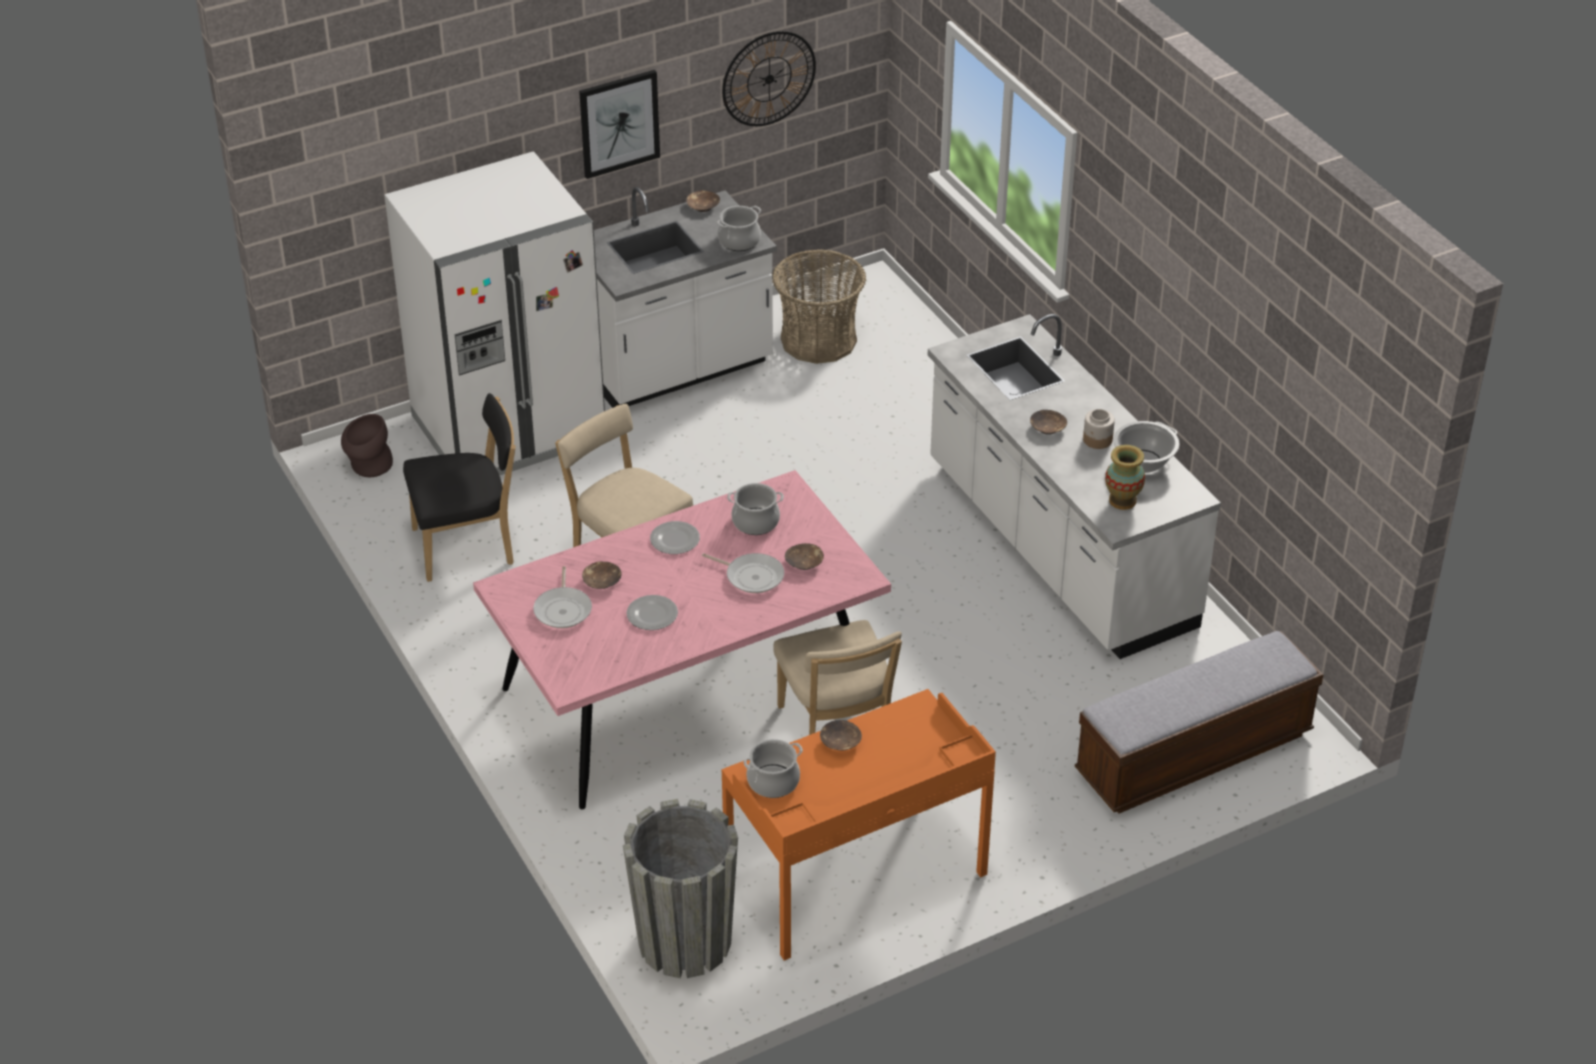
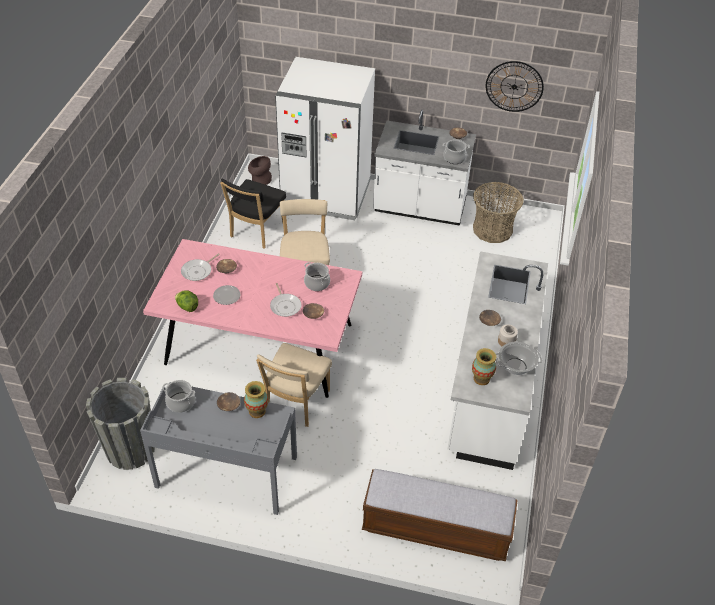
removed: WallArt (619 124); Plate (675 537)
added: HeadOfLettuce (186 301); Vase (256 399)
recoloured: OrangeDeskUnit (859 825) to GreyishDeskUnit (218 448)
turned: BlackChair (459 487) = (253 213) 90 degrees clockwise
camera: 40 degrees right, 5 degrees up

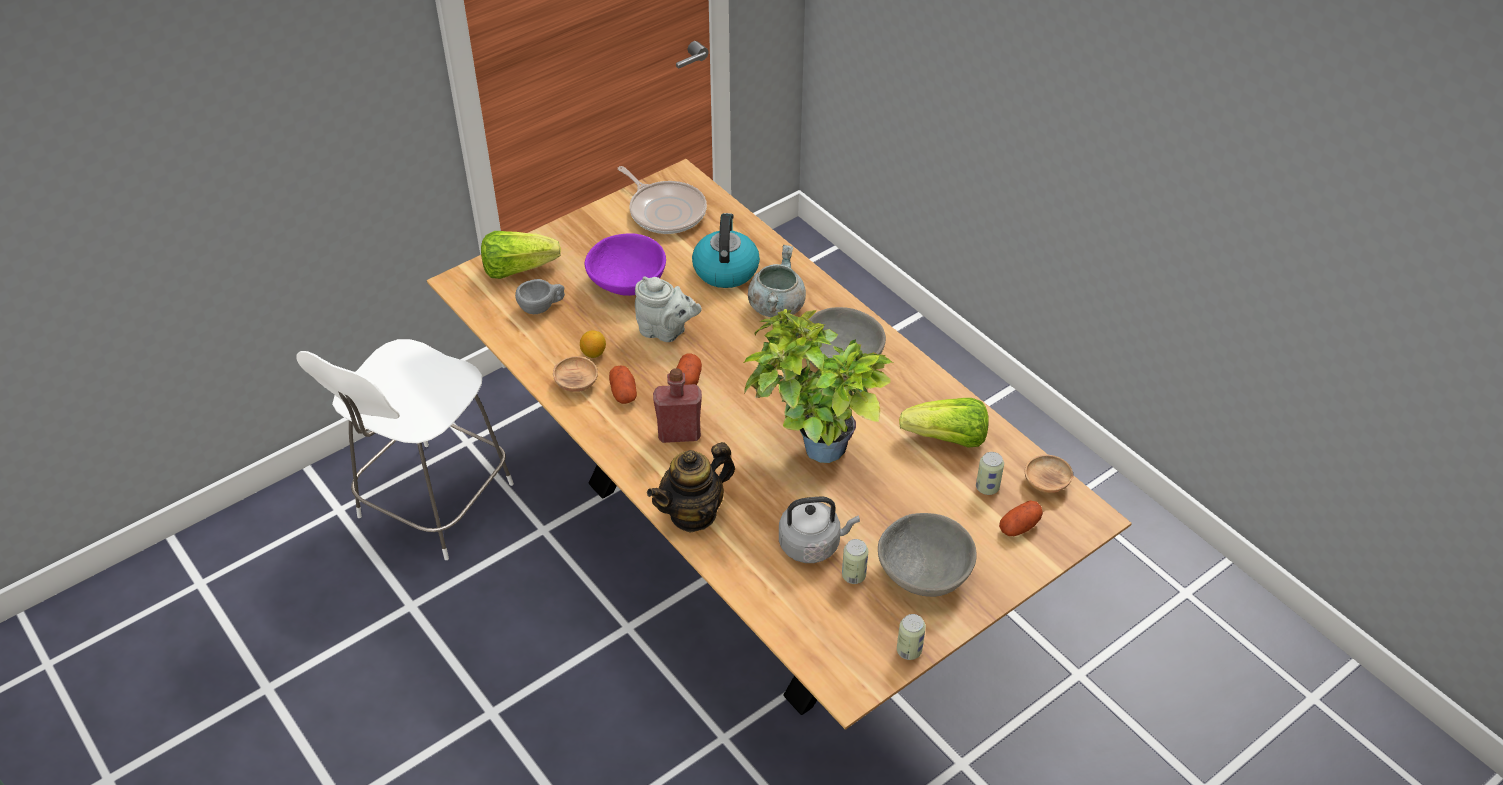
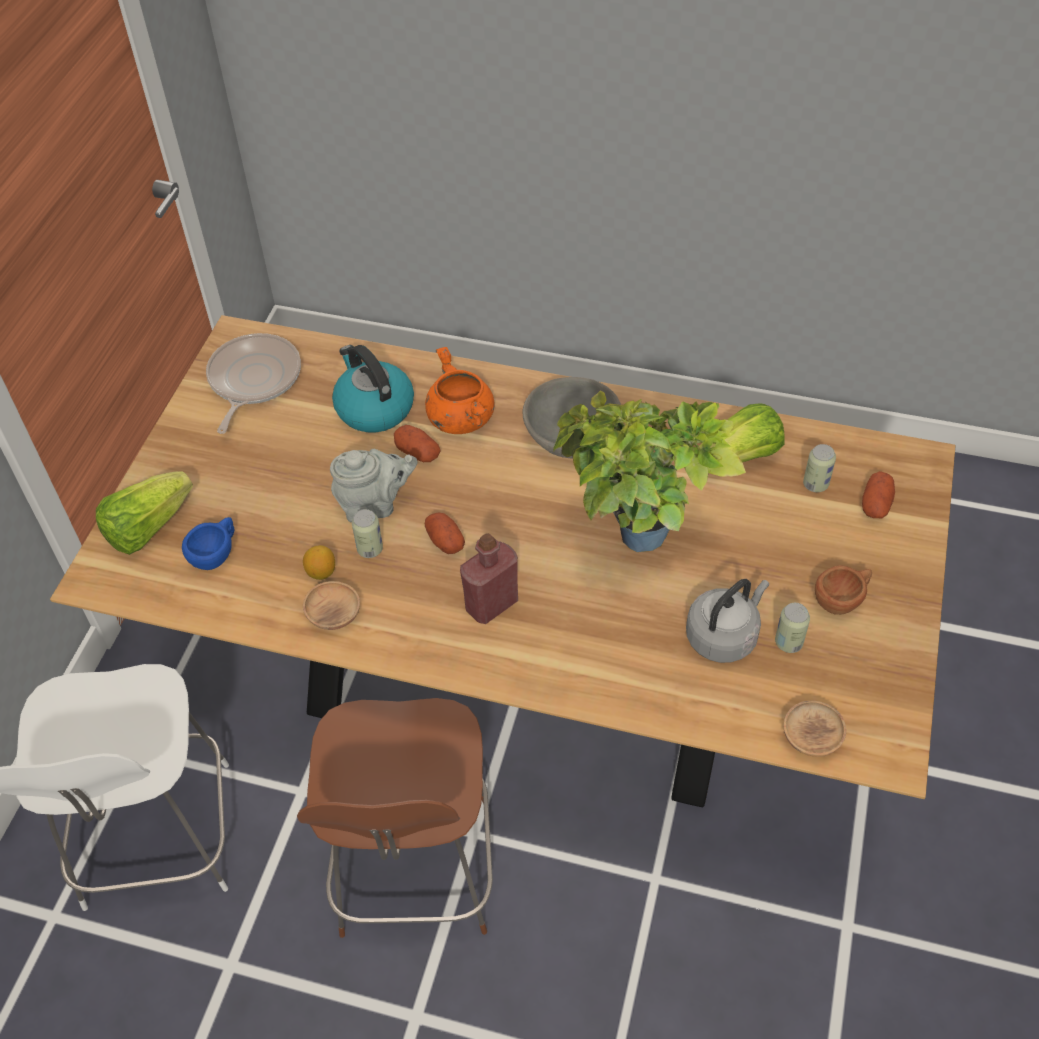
removed: PurplishDeepDish (625 264); Teapot (691 487)
added: BrownChair (395 818)
moved: Spud (623 384) to (417 443); MetalCan (911 637) to (367 533); BrownDeepDish (1049 474) to (815 729)
replaced: GreyishDeepDish (927 555) to BrownCup (843 590)
recoloured: GreyishCup (540 296) to BluishCup (208 543); GreyishSaucepot (777 281) to OrangeSaucepot (460 390)
turned: FryingPan (662 200) = (253 383) 90 degrees counterclockwise
camera: 35 degrees left, 5 degrees up

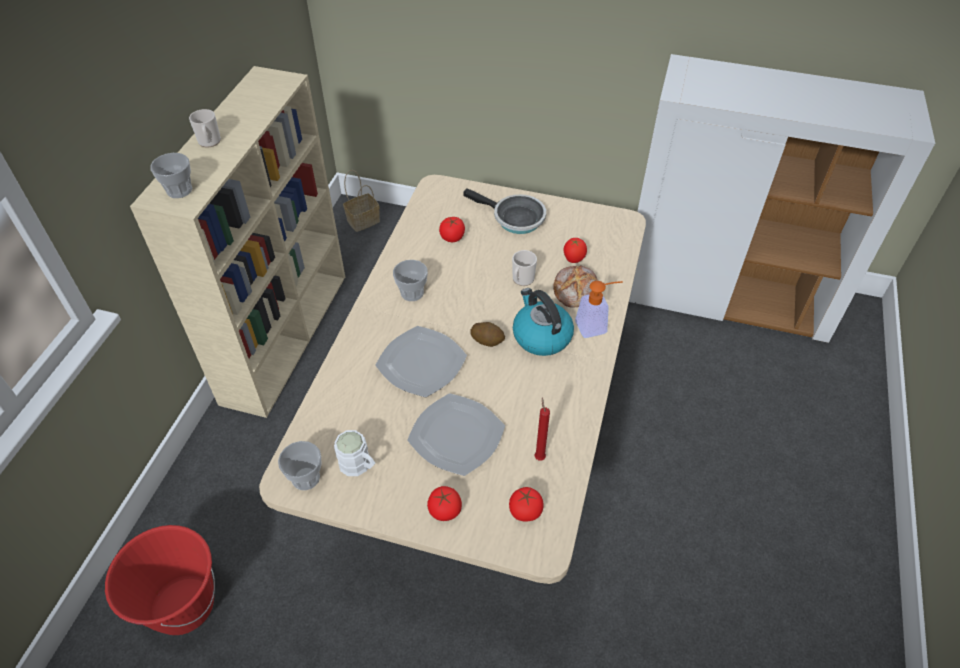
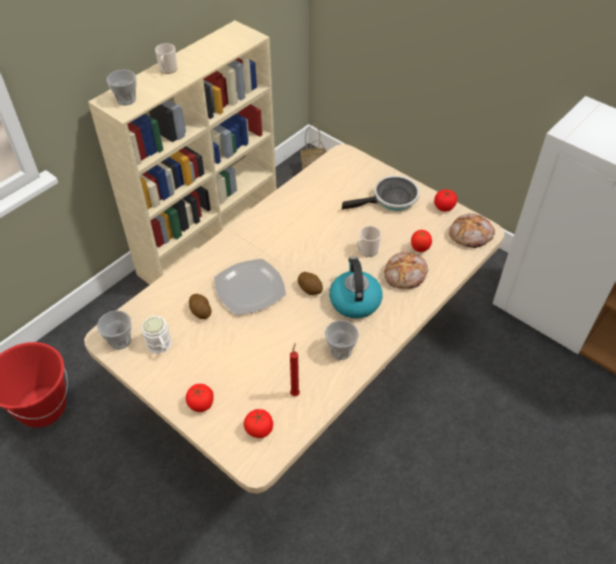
removed: Plate (456 434); LiquidSoapBottle (599 309)
added: Spud (200 306); BakedBread (472 230)
moved: Cup (410 280) to (342 340); WholeTomato (452 229) to (445 200)
turned: FryingPan (504 211) = (381 193) 75 degrees counterclockwise
camera: 25 degrees right, 0 degrees up

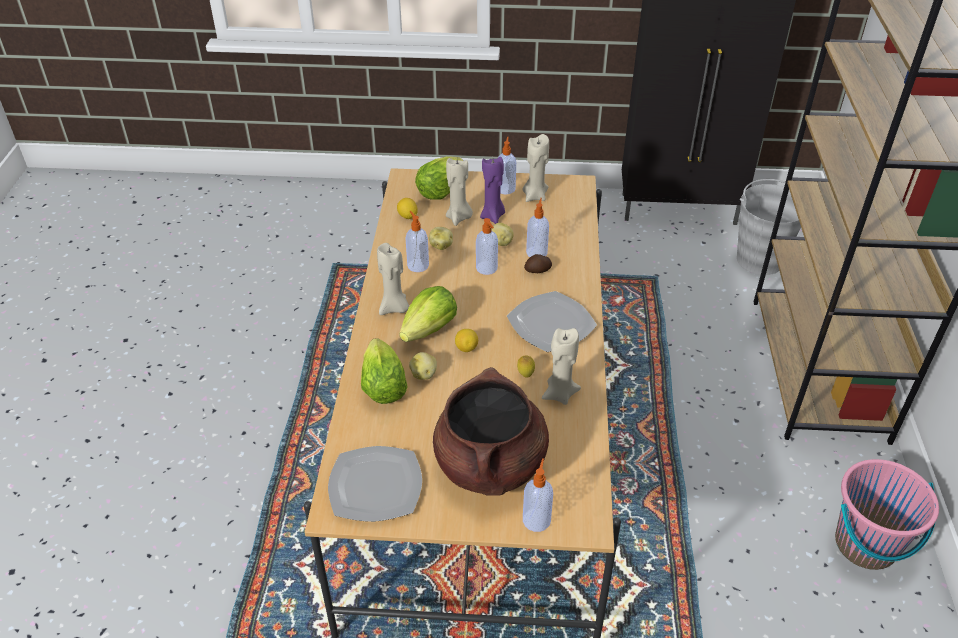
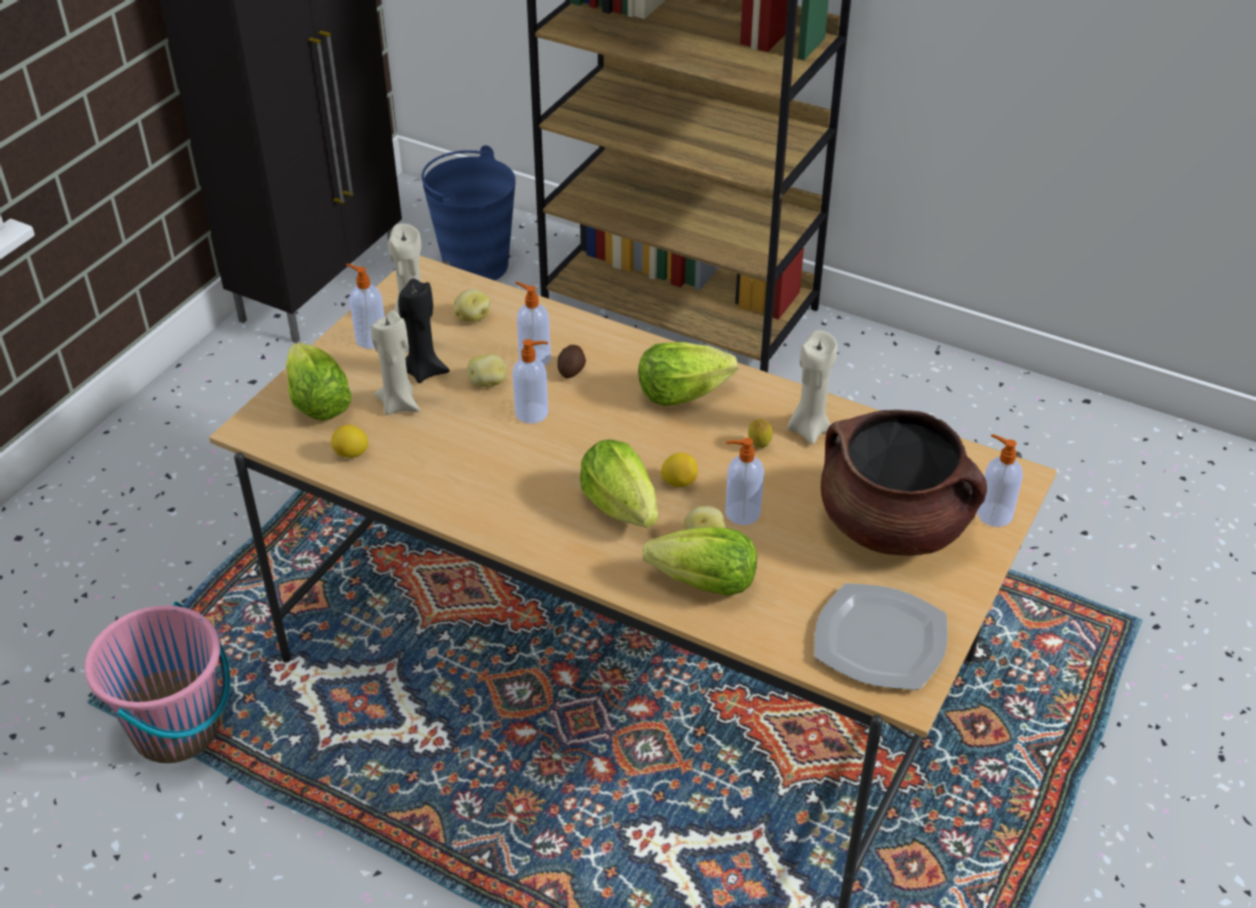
removed: BeigeColouredWaxLight (393 279)
moved: LiquidSoapBottle (417 241) to (744 481); Spud (441 238) to (472 305); PinkColouredBucket (887 514) to (158 682)
replaced: Plate (552 321) to HeadOfLettuce (688 374)
recoloured: PurplishWaxLight (492 190) to BlackWaxLight (424 330); GreyishBucket (769 227) to BluishBucket (468 212)
camera: 65 degrees left, 0 degrees up

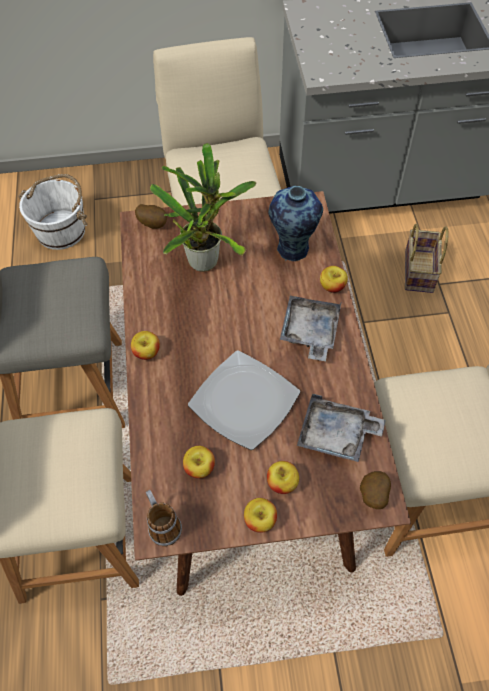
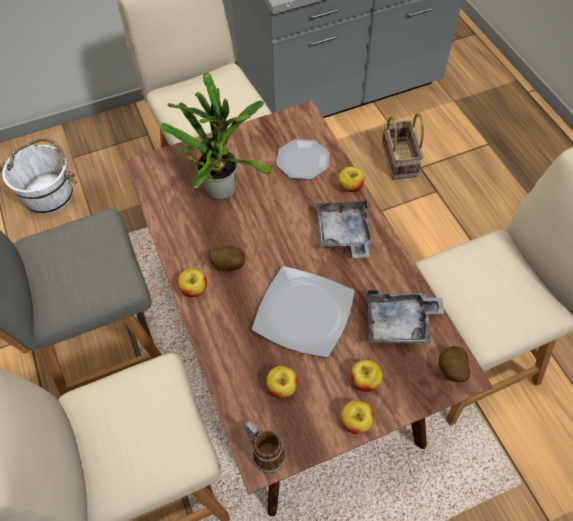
moved: Spud (151 216) to (227 258)
replaced: Vase (295 223) to Plate (303 159)
camera: 15 degrees left, 0 degrees up

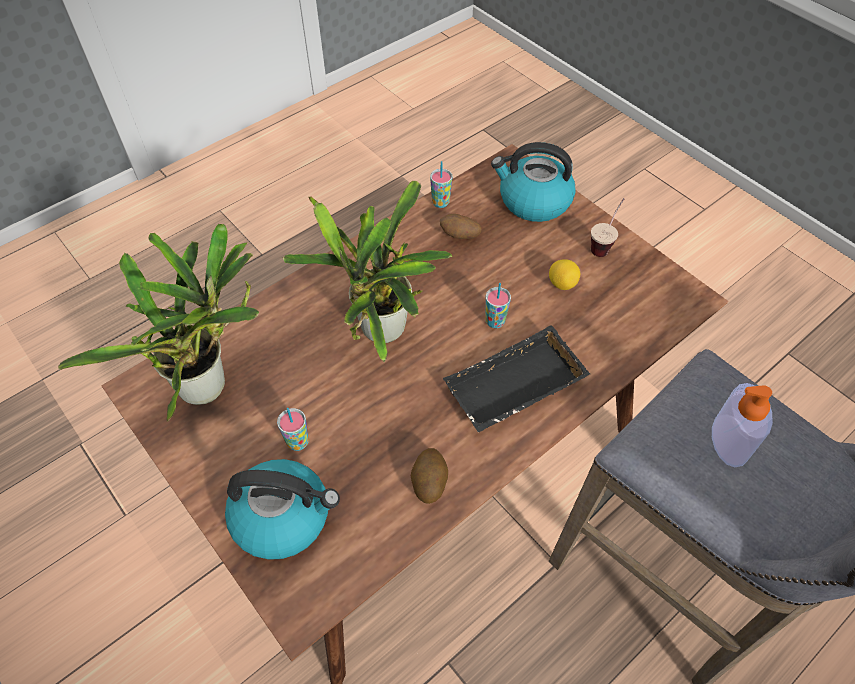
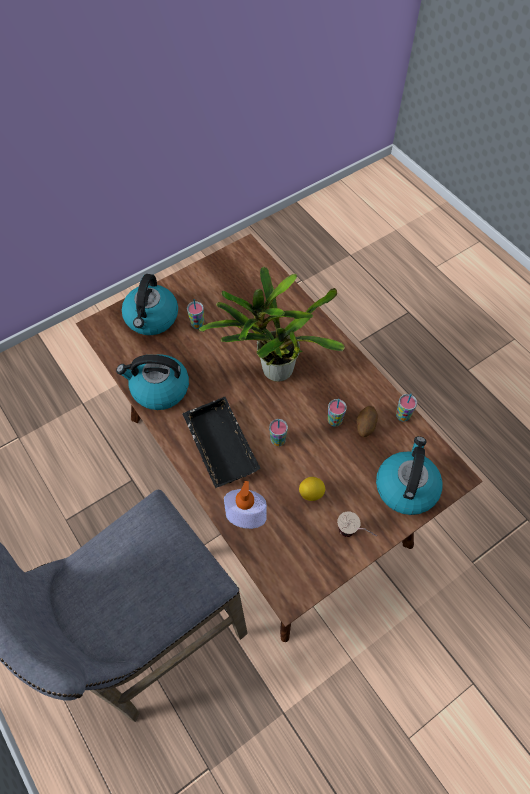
removed: PlantInAPot (158 323)
added: Cup (337 413)
moved: LiquidSoapBottle (742 425) to (245 505)
replaced: Spud (429 476) to TeaKettle (152 382)
camera: 95 degrees right, 5 degrees up

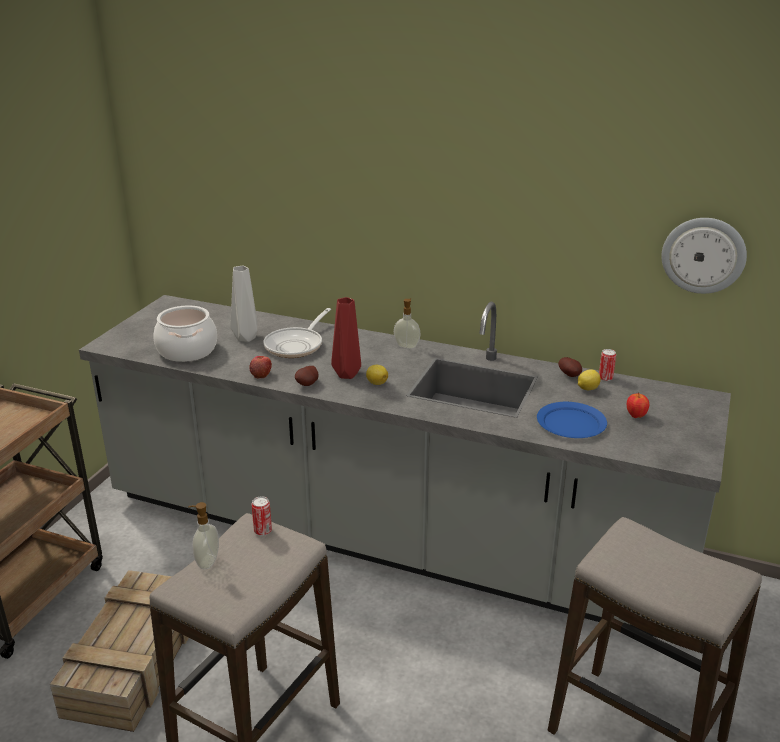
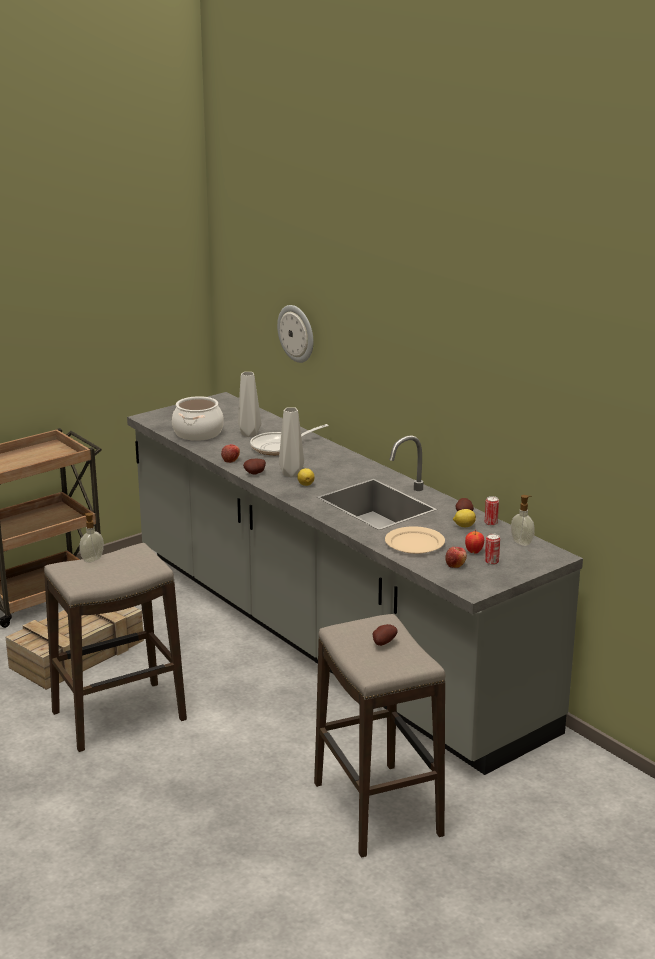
added: Spud (385 635); WholeApple (456 557)
moved: MetalCan (261 516) to (492 549); LiquidSoapBottle (407 323) to (522 520); HangingClock (704 256) to (295 334)
recoloured: RedColouredVase (346 338) to GreyishVase (291 442); BluishPlate (572 420) to BeigeColouredPlate (415 540)
camera: 30 degrees right, 5 degrees down

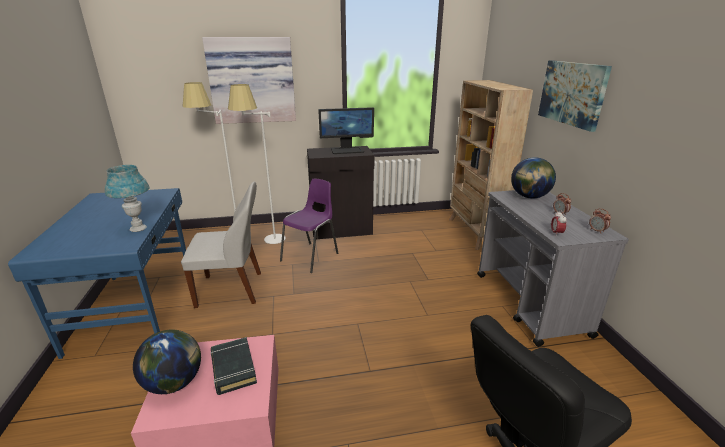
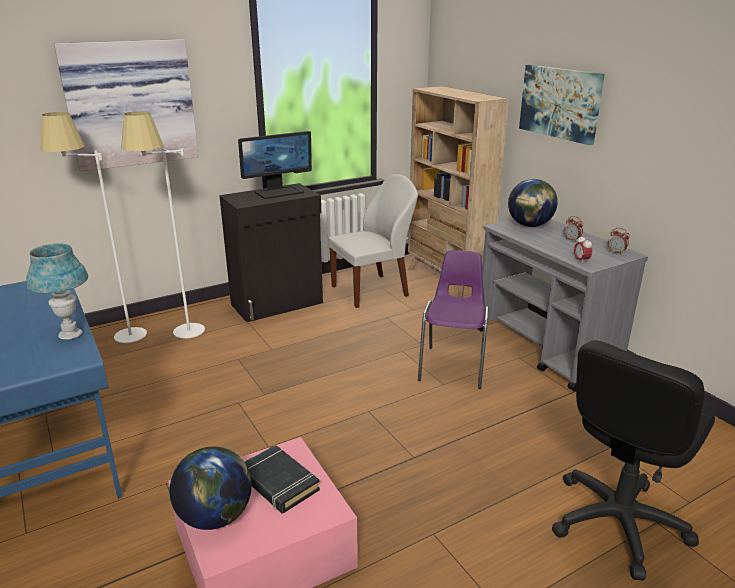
moved: WhiteColouredChair (221 244) to (373 241); PurplishChair (309 226) to (453 319)
camera: 20 degrees left, 0 degrees up

